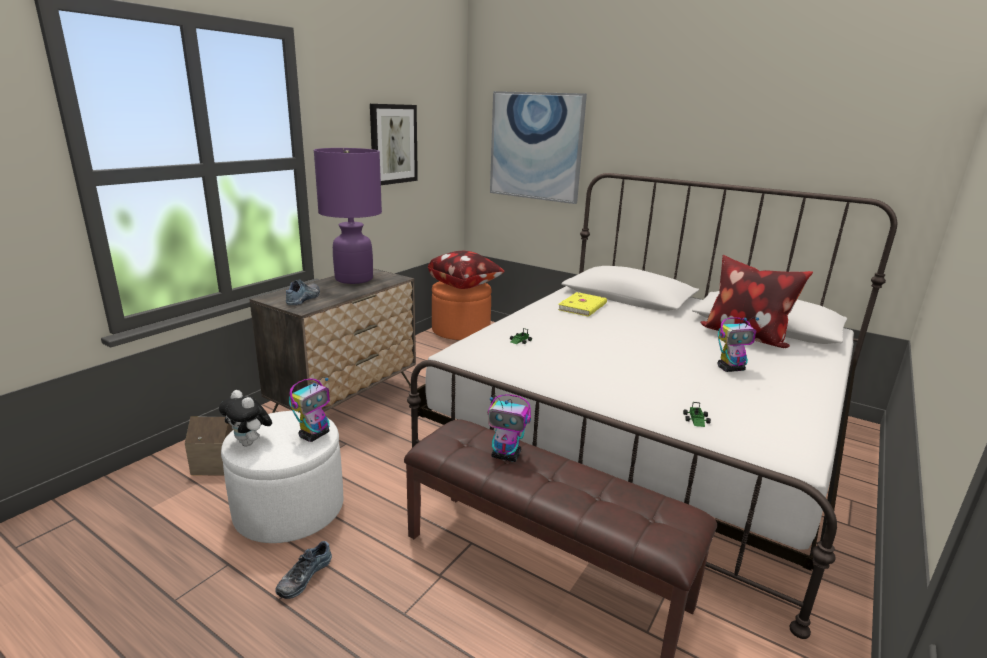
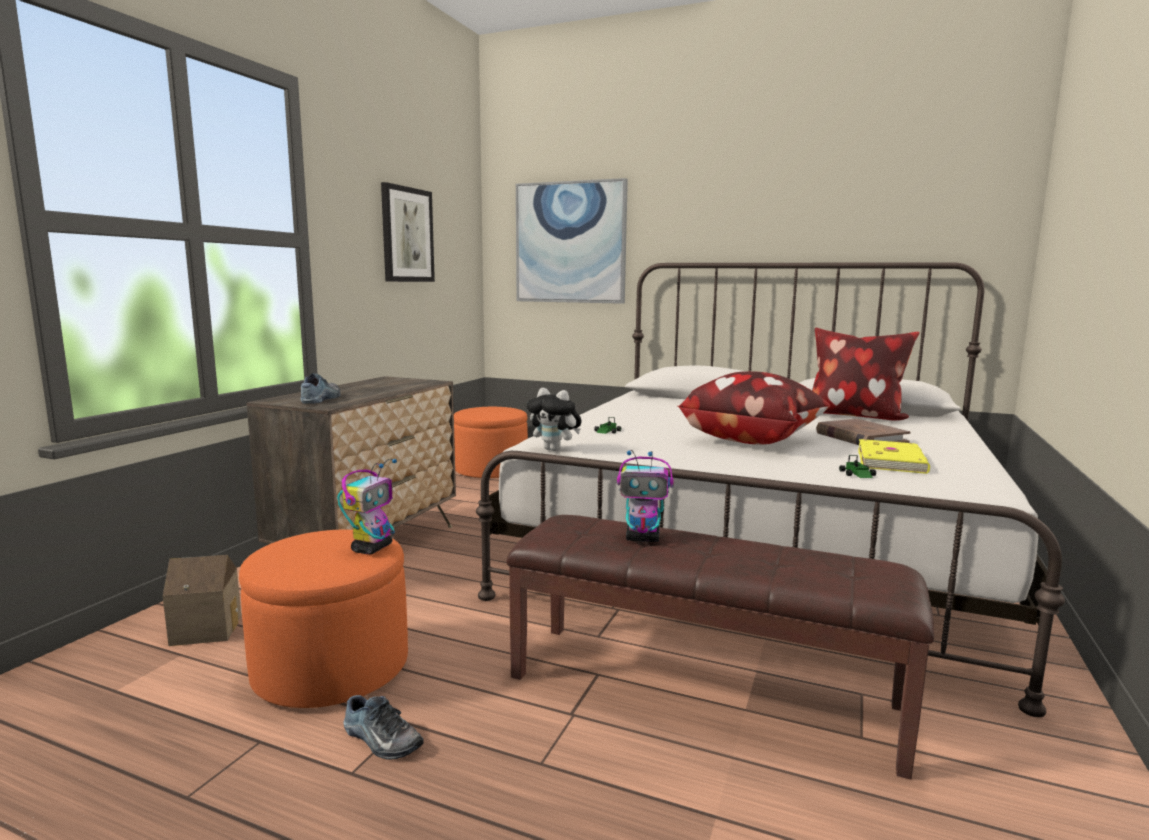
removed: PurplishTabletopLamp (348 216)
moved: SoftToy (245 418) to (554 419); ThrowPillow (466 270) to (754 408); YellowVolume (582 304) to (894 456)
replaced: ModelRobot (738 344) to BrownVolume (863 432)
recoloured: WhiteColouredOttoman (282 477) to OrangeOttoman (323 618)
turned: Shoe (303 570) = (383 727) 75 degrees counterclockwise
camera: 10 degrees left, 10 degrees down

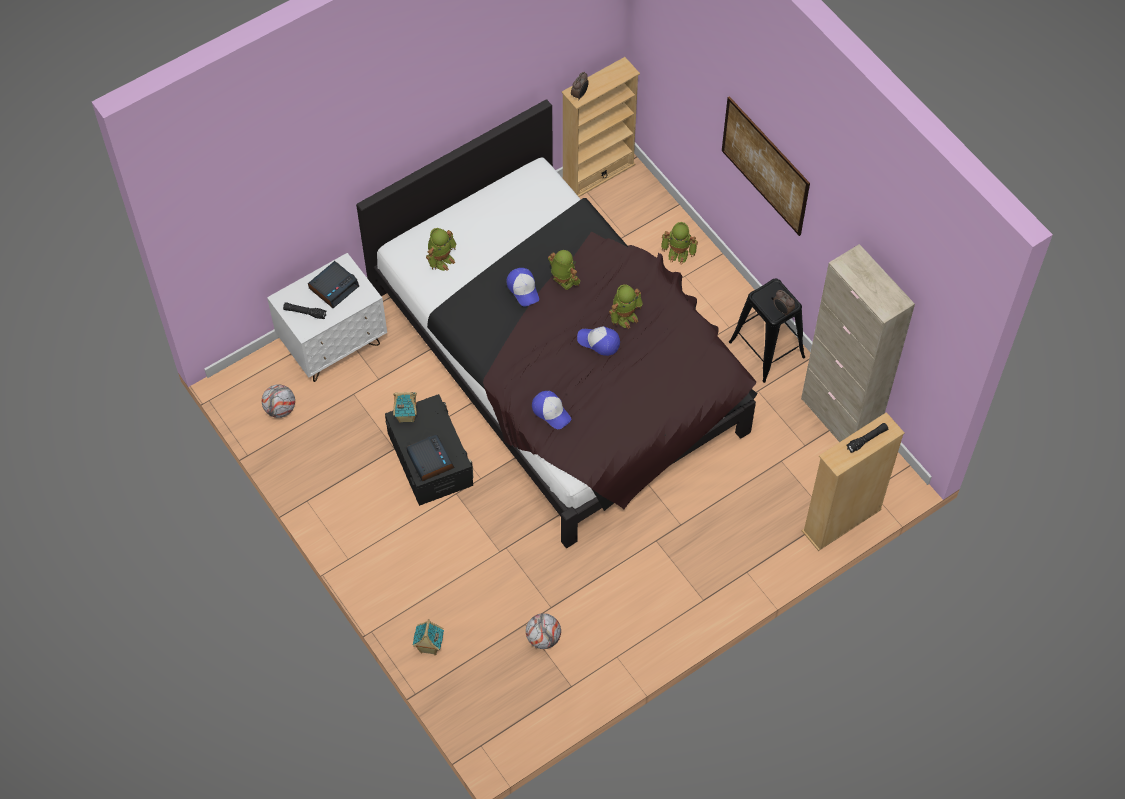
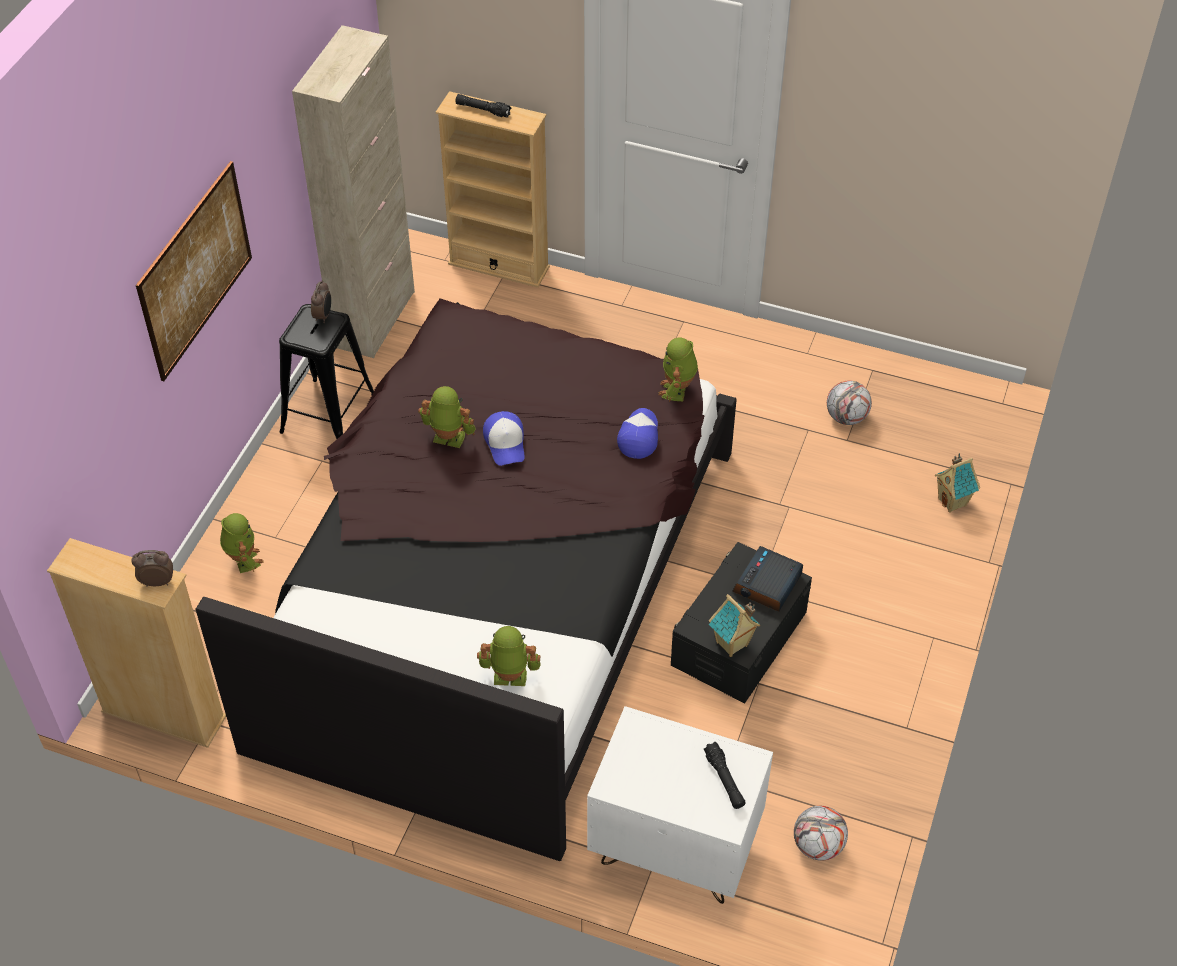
removed: TableClock (333 284); PeakedCap (522 287)
moved: ModelRobot (564 270) to (678 370)
camera: 125 degrees left, 10 degrees down

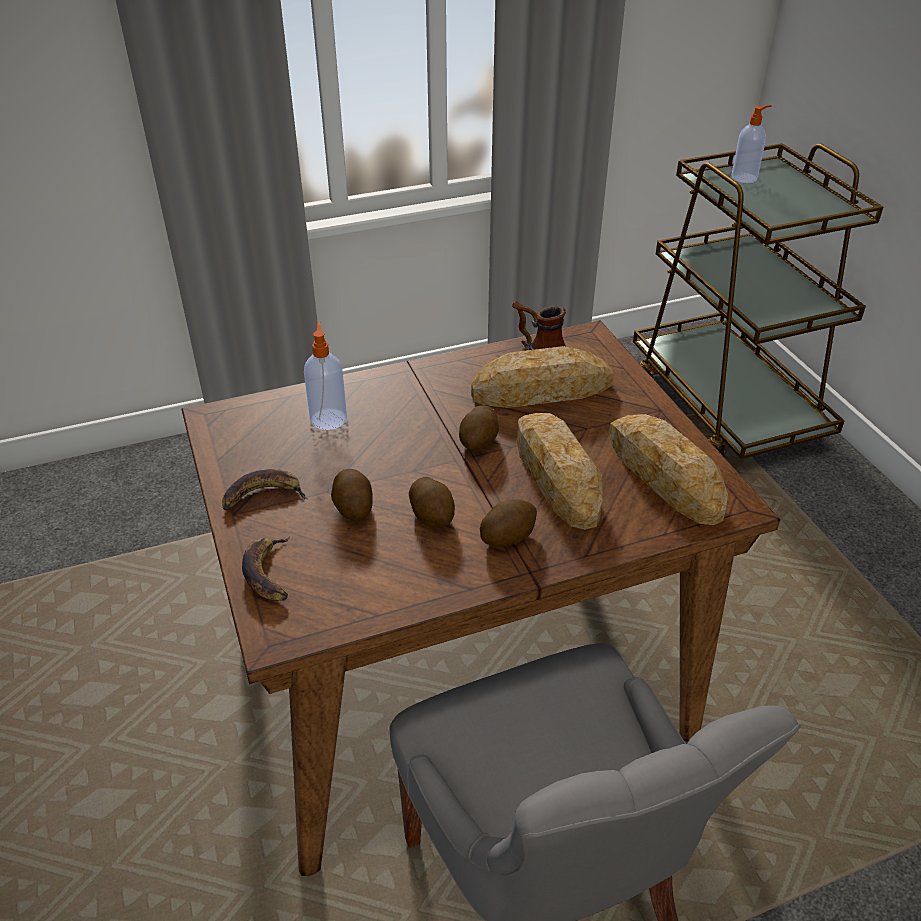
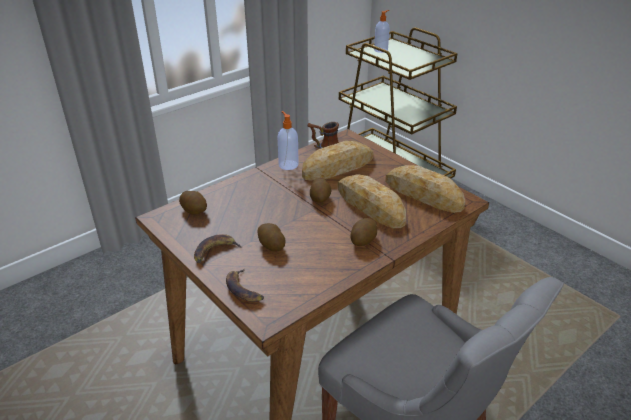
moved: LiquidSoapBottle (325 376) to (288 140); Spud (432 502) to (193 203)
camera: 20 degrees left, 5 degrees down

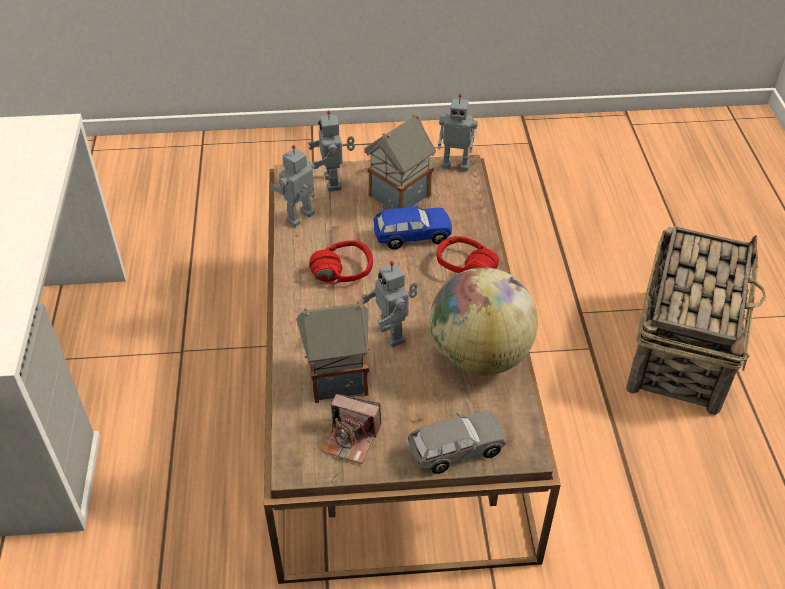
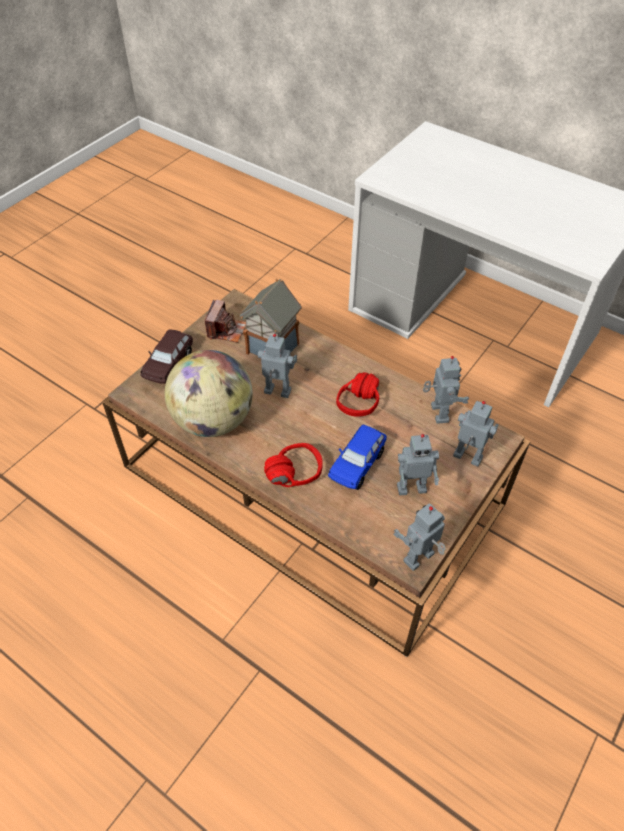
removed: Basket (696 320)
replaced: ModelHouse (400 162) to ModelRobot (418 464)
recoloured: GreyishToyCar (457 442) to BrownToyCar (166 357)
turned: PhotoCamera (351 429) = (225 321) 135 degrees clockwise
camera: 130 degrees right, 5 degrees up

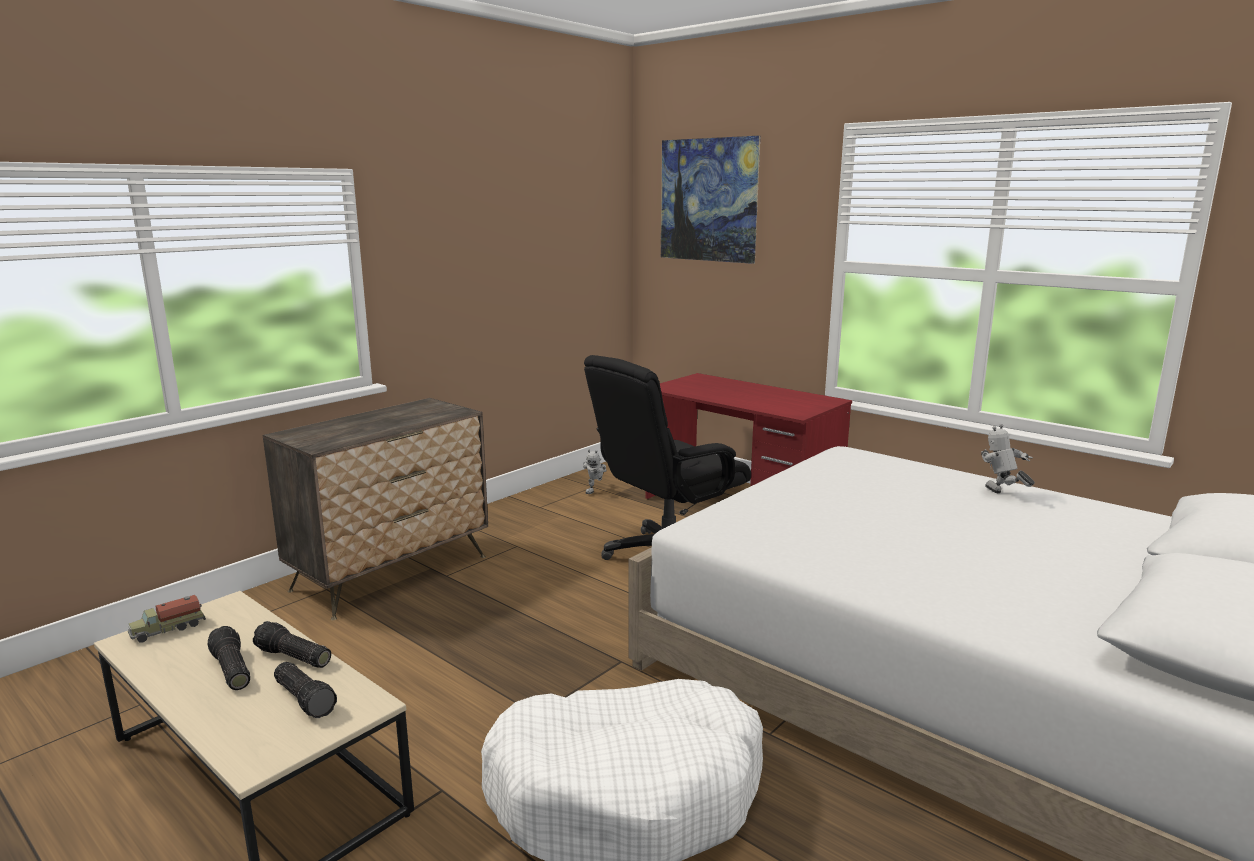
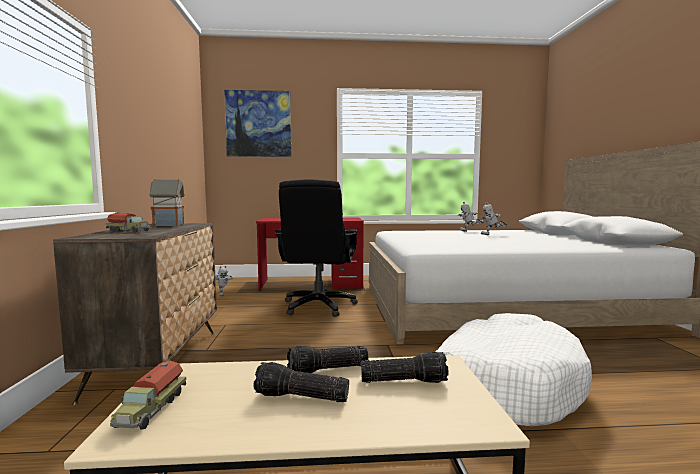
added: ToyTruck (128 223); ModelHouse (167 203); ModelRobot (493 219)
camera: 45 degrees left, 10 degrees down

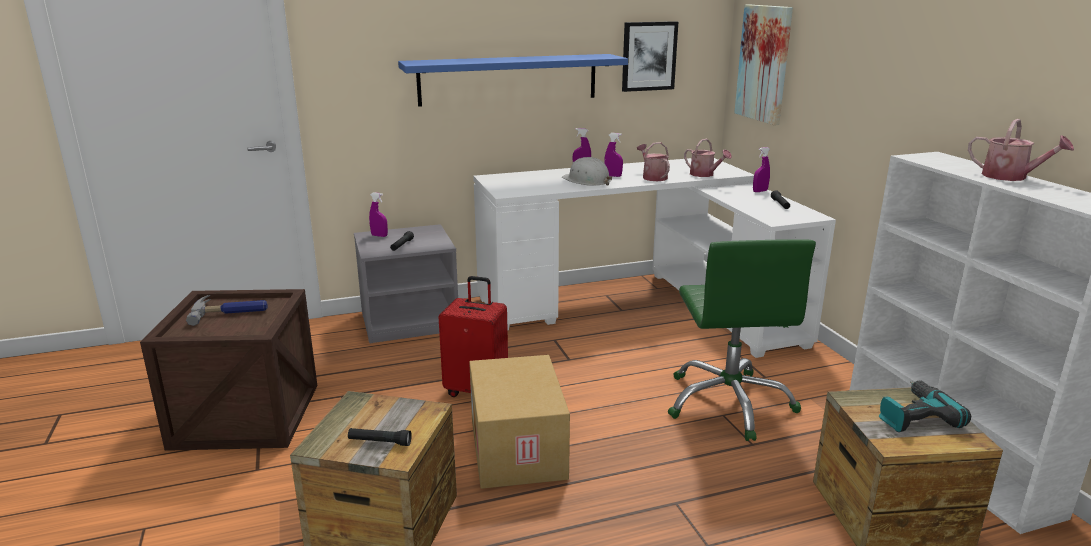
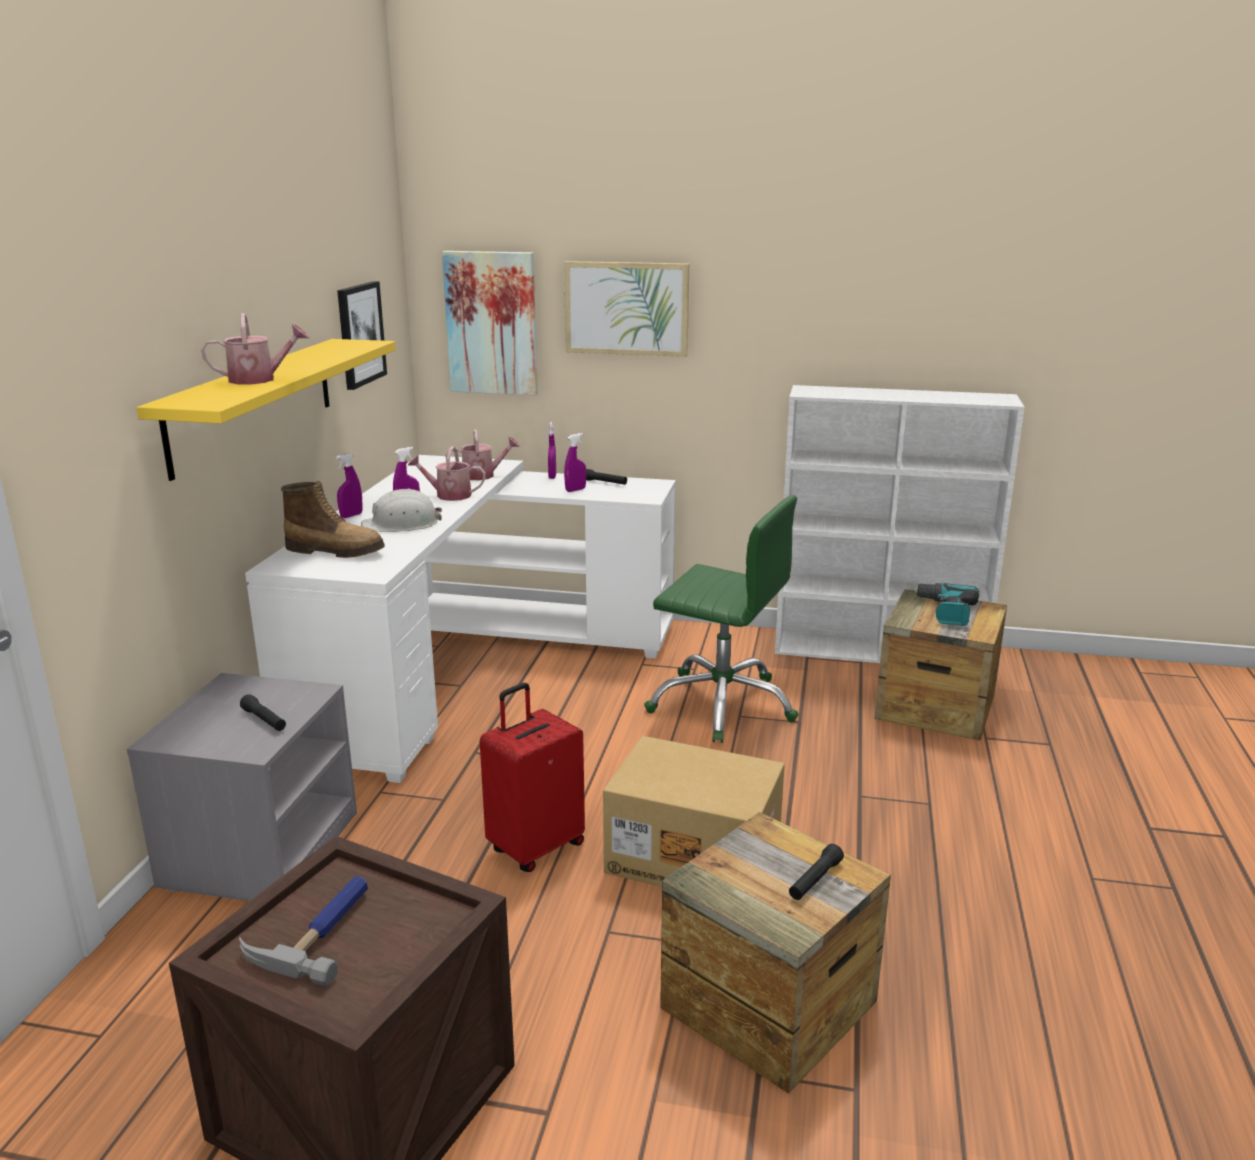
added: Boot (333 519); WallArt (626 309)
moved: PurplishSprayer (378 214) to (575 462); WateringCan (1021 150) to (255 348)
recoloured: BluishBracketShelf (513 80) to YellowBracketShelf (266 410)
camera: 60 degrees left, 0 degrees up

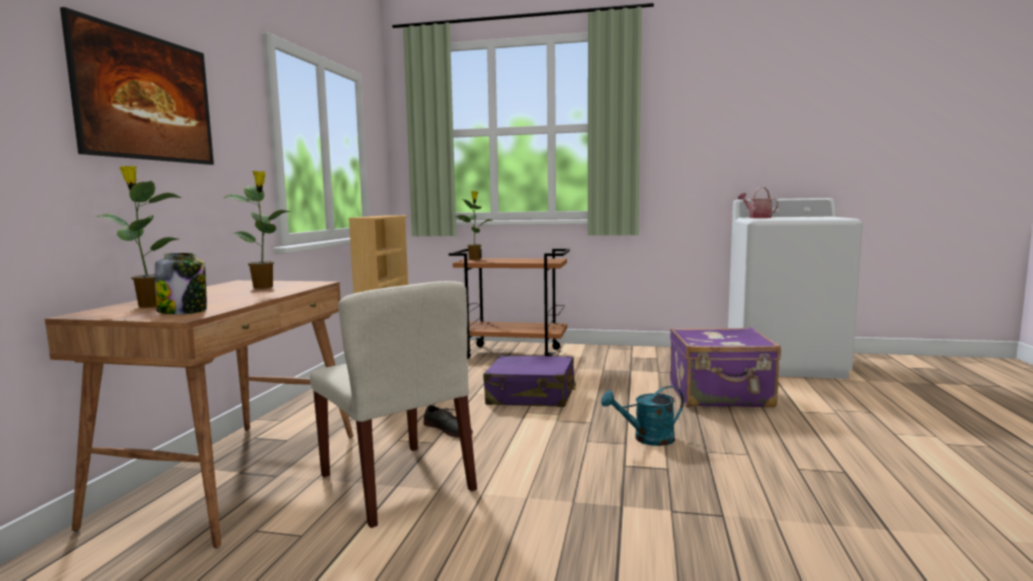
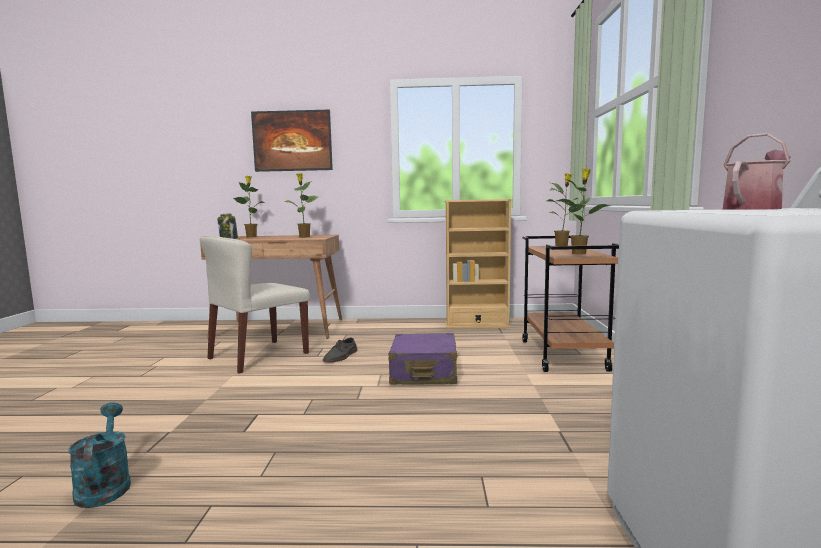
removed: PurplishSuitcase (725 367)
added: PlantInAPot (584 212)
moved: BlueGreenWateringCan (642 416) to (99 455)
camera: 80 degrees right, 0 degrees up

